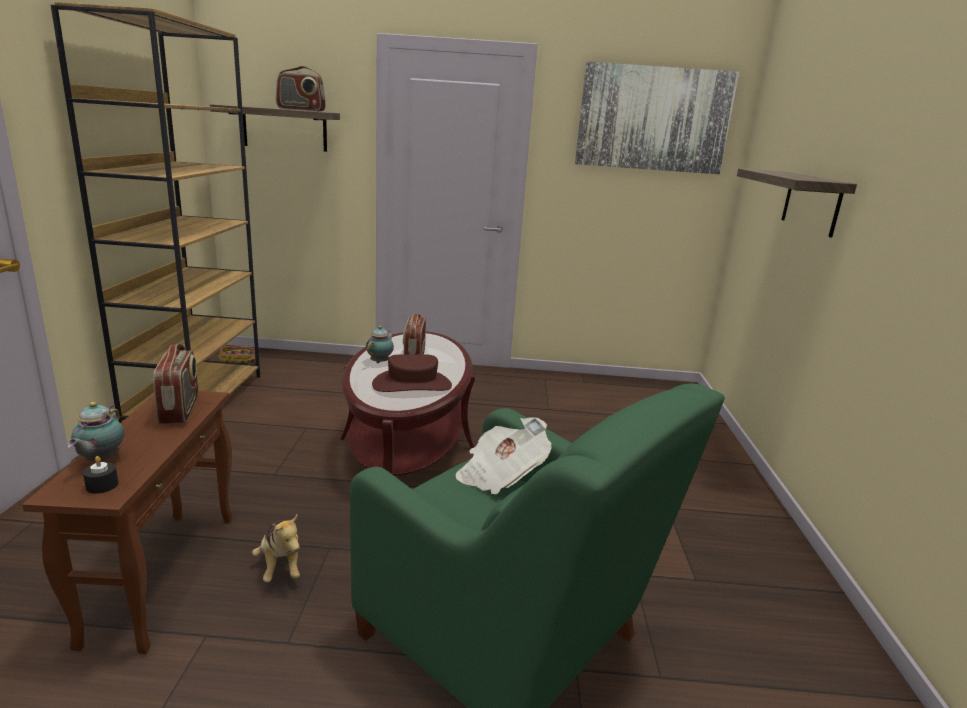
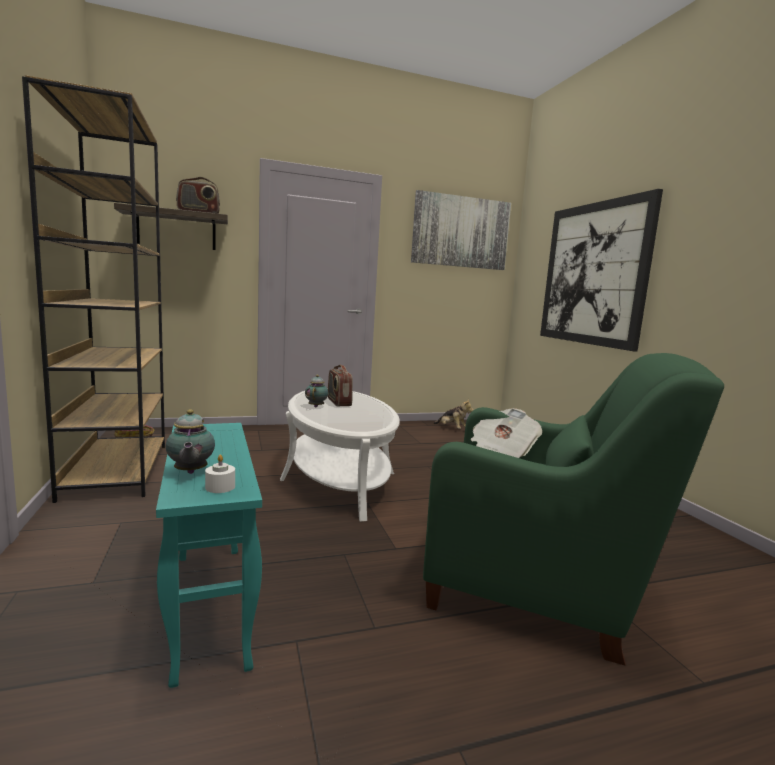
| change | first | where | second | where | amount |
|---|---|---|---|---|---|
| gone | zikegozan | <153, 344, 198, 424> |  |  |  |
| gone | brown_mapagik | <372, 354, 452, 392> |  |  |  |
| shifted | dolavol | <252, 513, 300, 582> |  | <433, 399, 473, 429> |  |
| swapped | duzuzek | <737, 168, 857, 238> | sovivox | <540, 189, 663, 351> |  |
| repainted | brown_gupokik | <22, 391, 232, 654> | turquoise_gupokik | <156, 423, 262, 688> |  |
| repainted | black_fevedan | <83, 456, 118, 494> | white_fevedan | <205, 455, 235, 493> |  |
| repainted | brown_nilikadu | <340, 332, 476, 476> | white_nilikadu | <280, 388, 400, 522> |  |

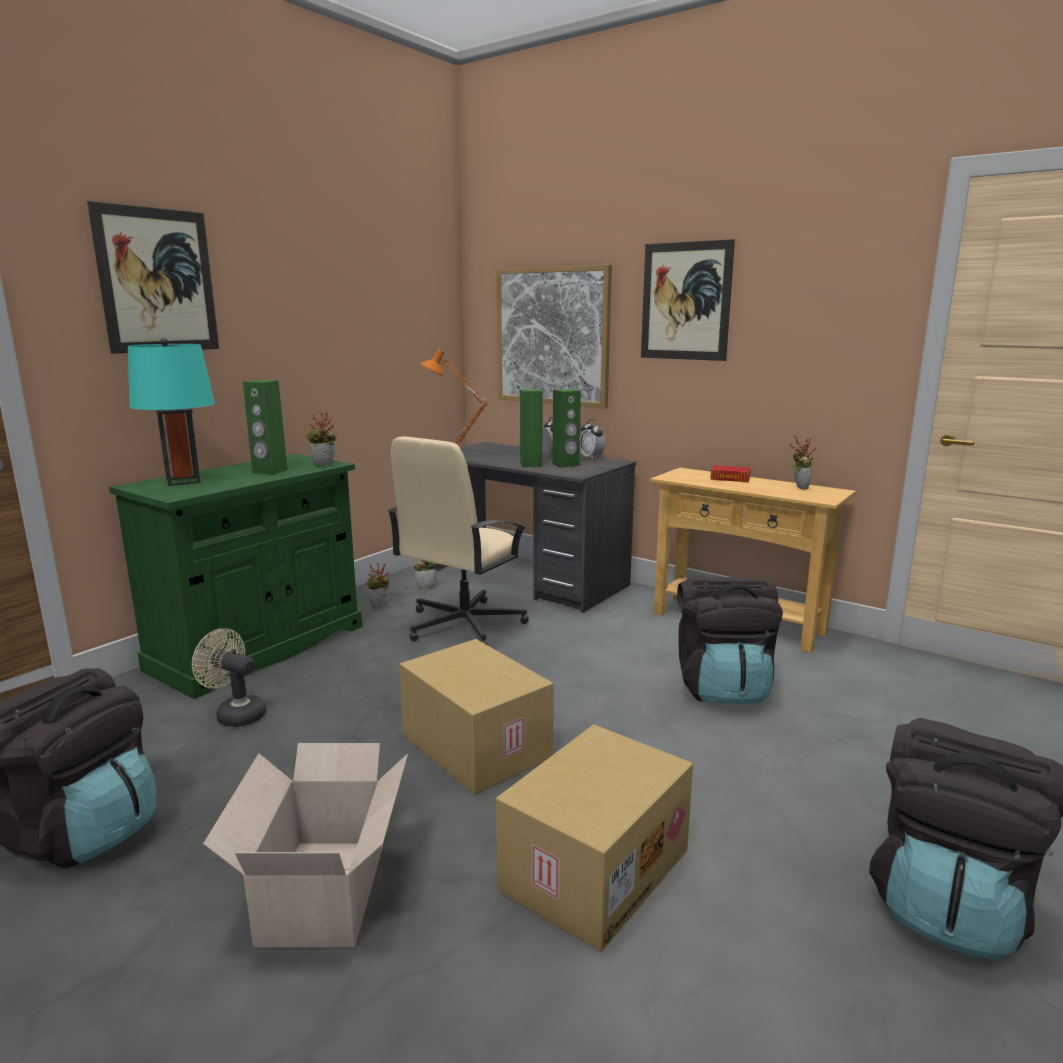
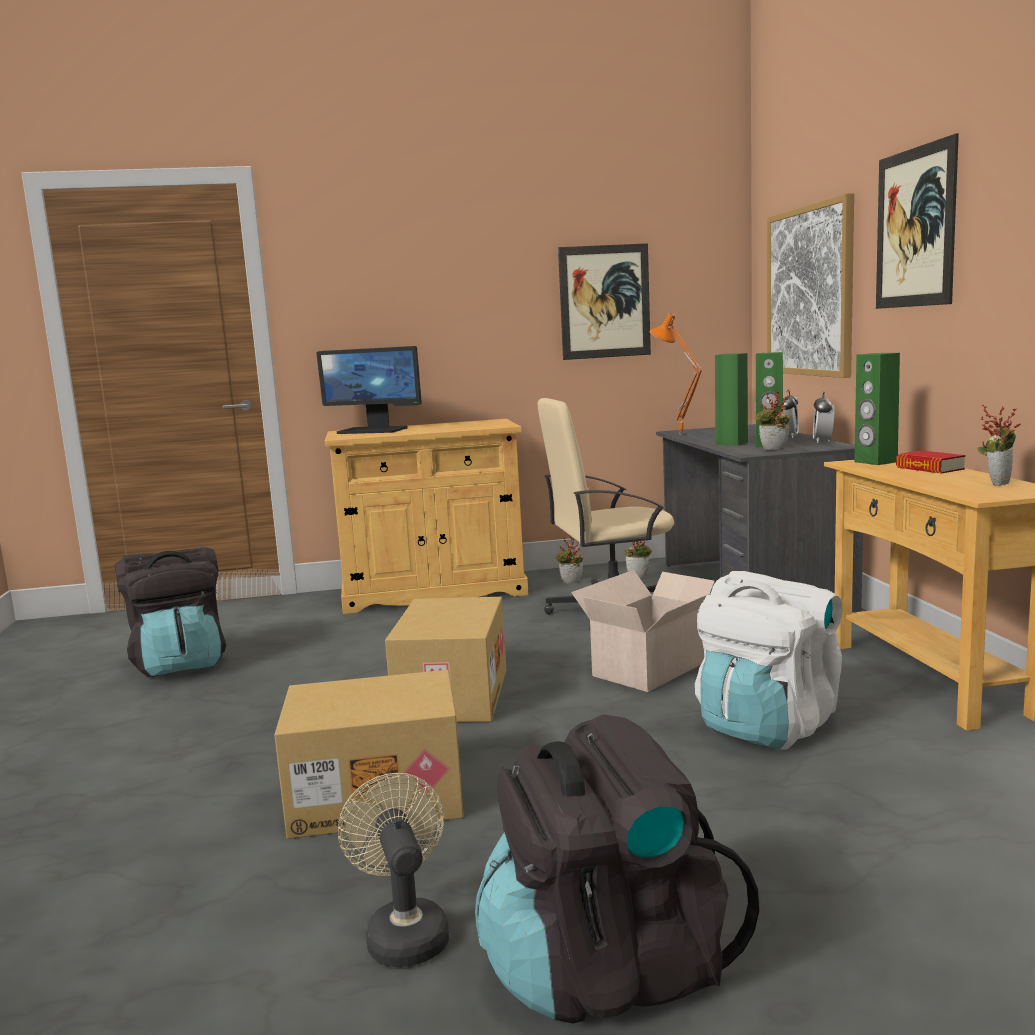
| change | first | where | second | where | amount |
|---|---|---|---|---|---|
| shifted | sovivox | <87, 201, 219, 354> |  | <558, 243, 651, 360> |  |
| shifted | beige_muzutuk | <192, 628, 266, 727> |  | <338, 773, 449, 967> |  |
| shifted | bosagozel | <203, 743, 408, 948> |  | <571, 570, 715, 692> |  |
| shifted | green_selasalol | <243, 380, 288, 475> |  | <854, 353, 900, 465> |  |
| shifted | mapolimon | <306, 412, 336, 466> |  | <755, 391, 790, 450> |  |
| swapped | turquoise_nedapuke | <128, 338, 215, 486> | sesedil | <317, 346, 422, 434> |  |
| repainted | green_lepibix | <109, 454, 362, 699> | beige_lepibix | <325, 419, 528, 614> |  |
| repainted | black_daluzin | <677, 575, 783, 704> | white_daluzin | <695, 571, 842, 750> |  |

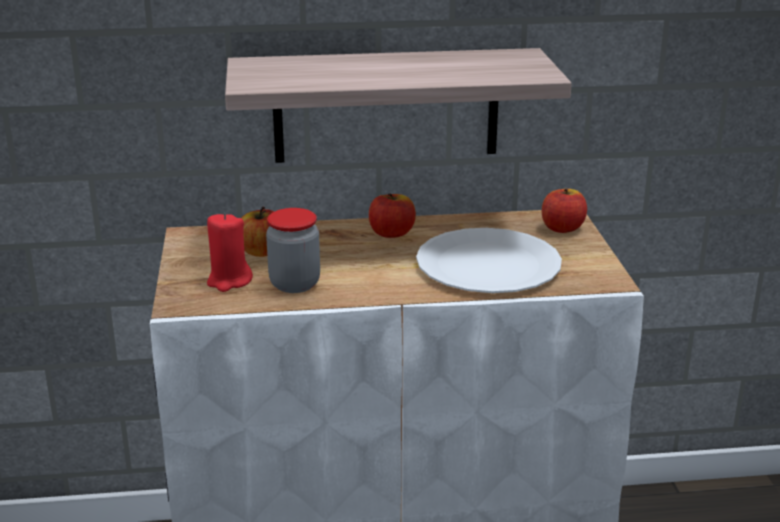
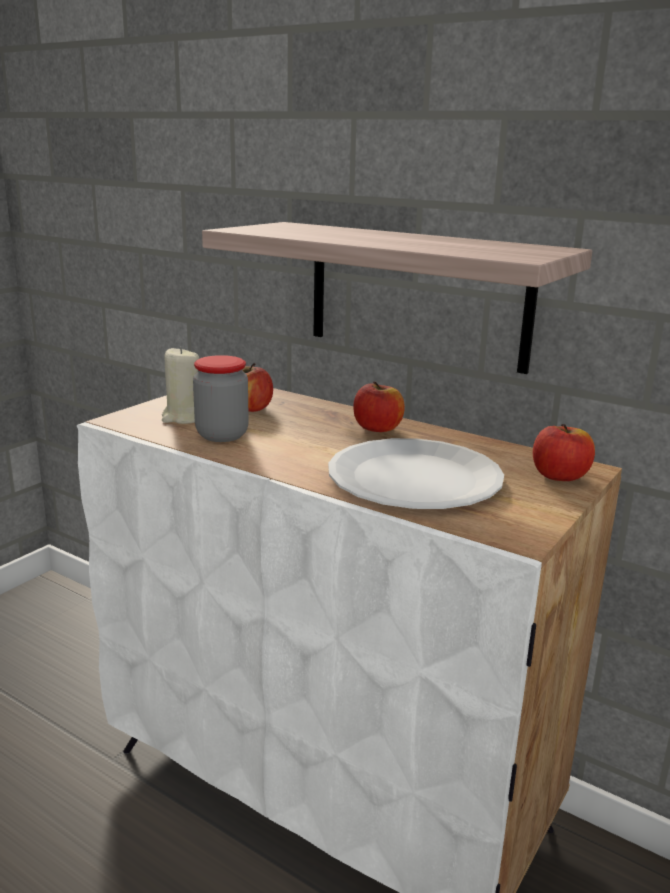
| change | first | where | second | where | amount |
|---|---|---|---|---|---|
| repainted | red_fevedan | <207, 213, 253, 292> | beige_fevedan | <162, 346, 199, 424> |  |

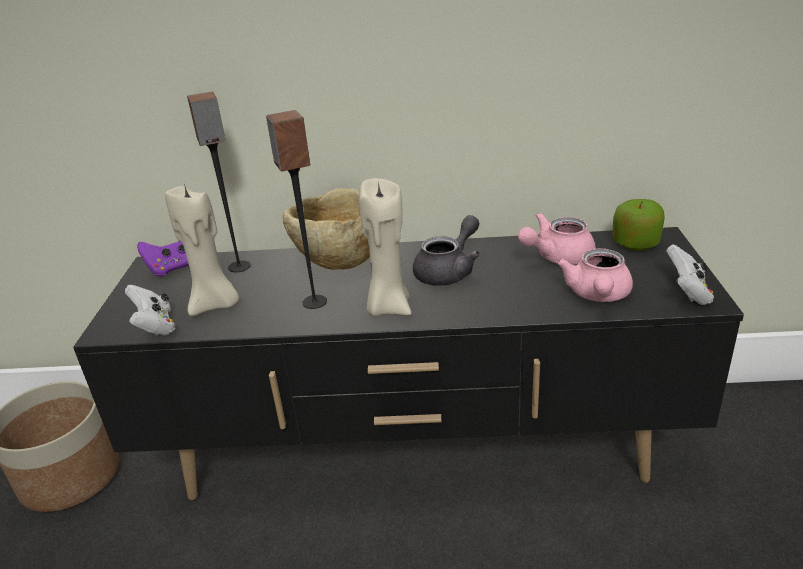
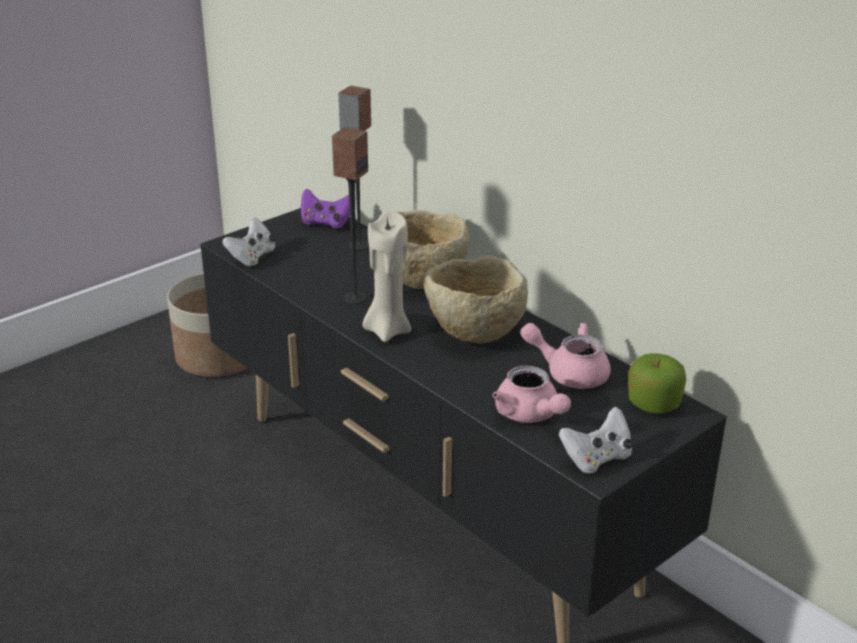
| change | first | where | second | where | amount |
|---|---|---|---|---|---|
| gone | beige_fevedan | <165, 184, 239, 316> |  |  |  |
| swapped | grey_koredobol | <413, 215, 480, 286> | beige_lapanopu | <423, 255, 528, 343> |  |
| rotated | pink_koredobol | <556, 248, 633, 302> |  | <492, 366, 571, 423> | 90 degrees counterclockwise |

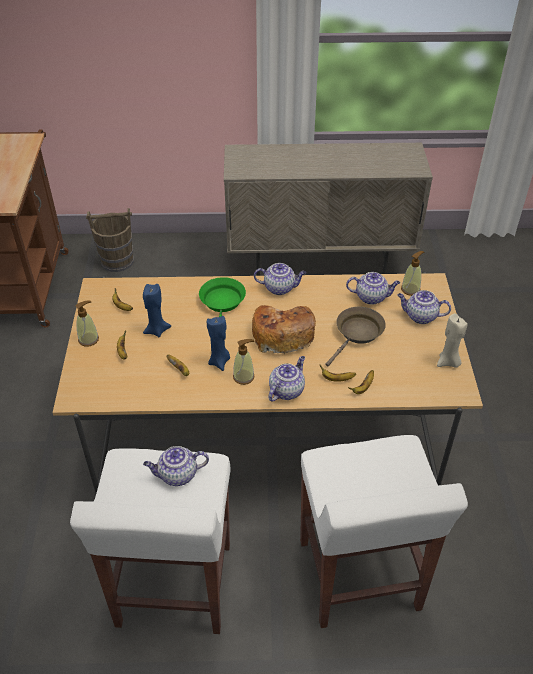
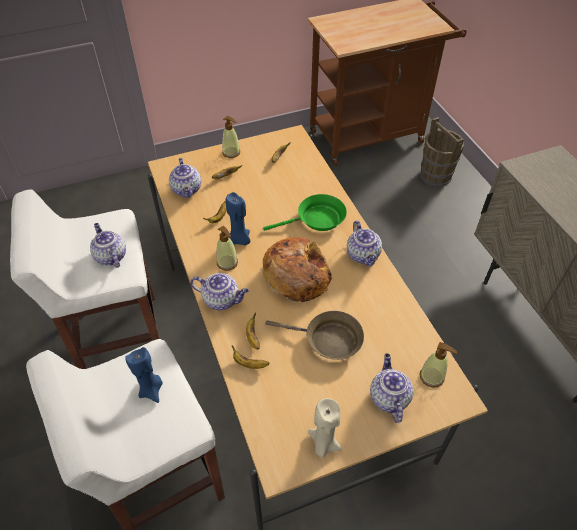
| change | first | where | second | where | amount |
|---|---|---|---|---|---|
| shifted | blue_fevedan | <143, 284, 171, 337> |  | <125, 347, 163, 403> |  |
| shifted | koredobol | <346, 272, 400, 305> |  | <169, 158, 201, 198> |  |

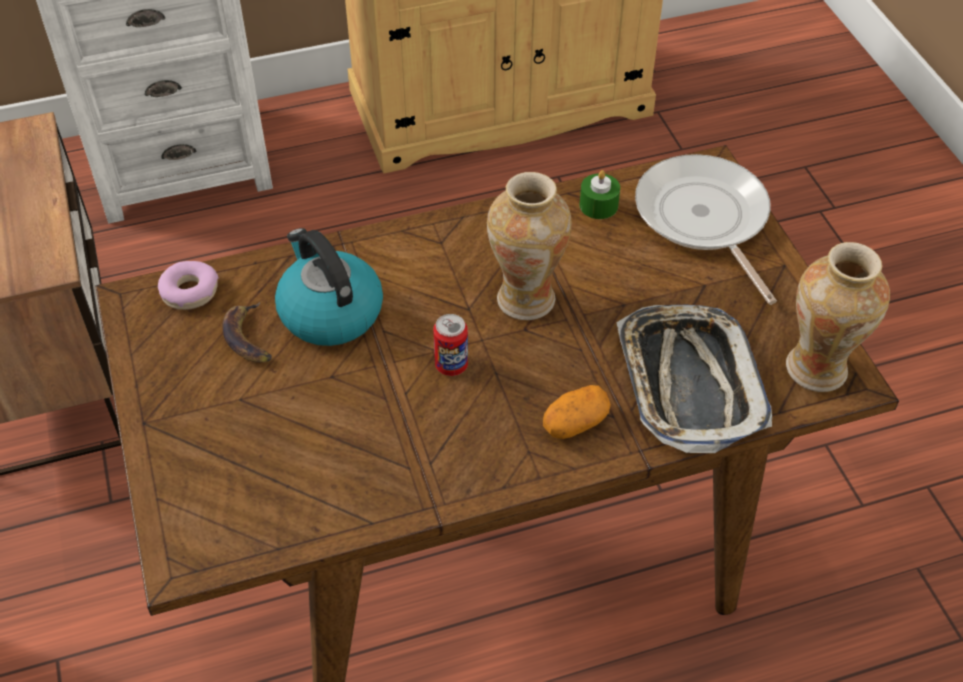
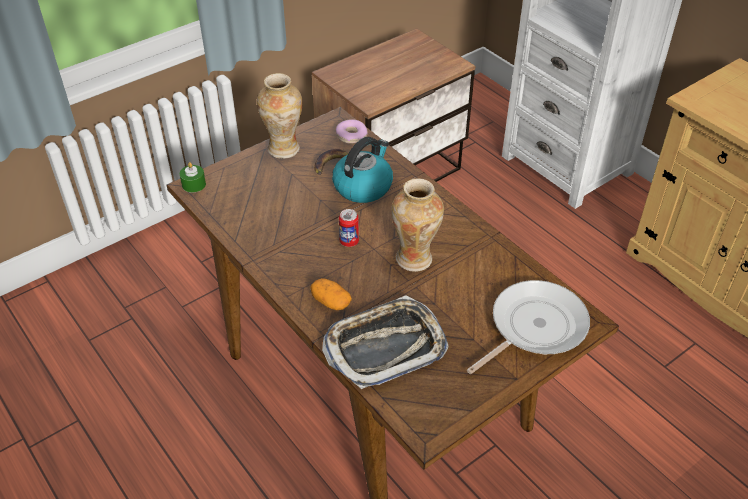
| change | first | where | second | where | amount |
|---|---|---|---|---|---|
| shifted | green_fevedan | <580, 170, 620, 219> |  | <180, 162, 206, 193> |  |
| shifted | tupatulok | <786, 242, 890, 392> |  | <257, 73, 303, 159> |  |

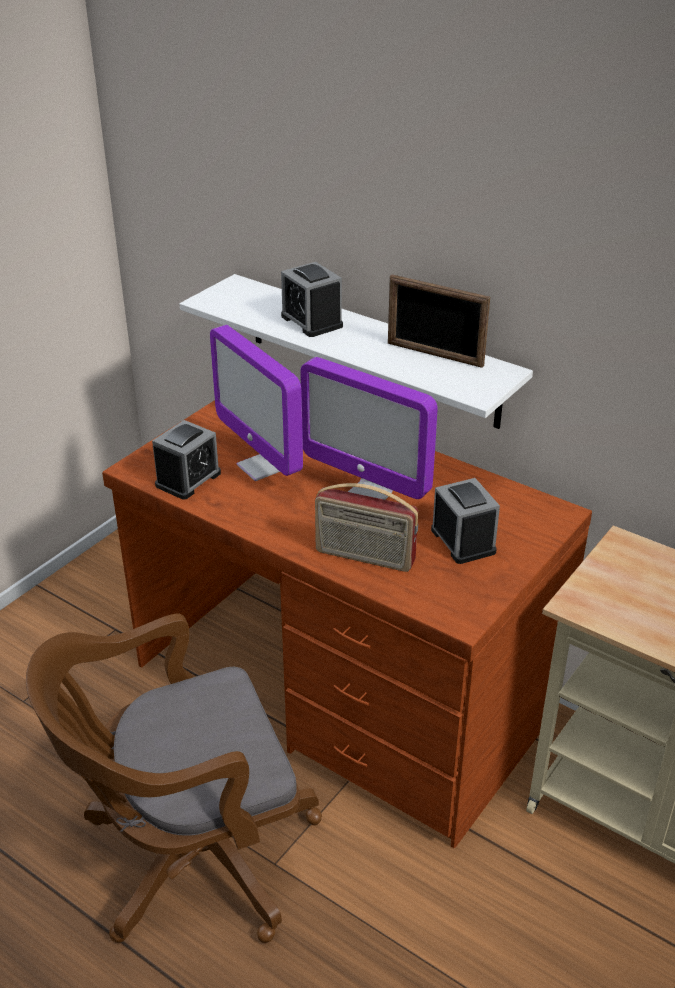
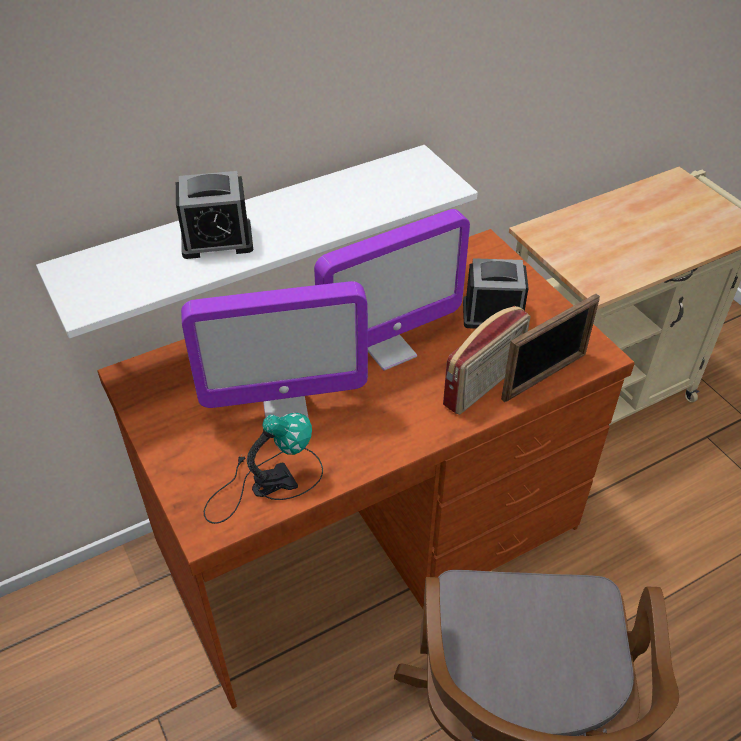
| change | first | where | second | where | amount |
|---|---|---|---|---|---|
| shifted | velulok | <388, 275, 490, 368> |  | <501, 294, 600, 402> |  |
| swapped | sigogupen | <152, 420, 221, 500> | nedapuke | <204, 413, 323, 524> |  |

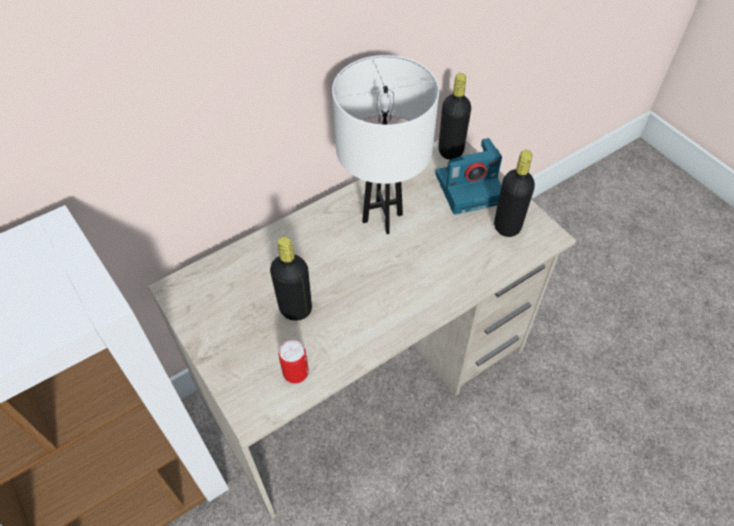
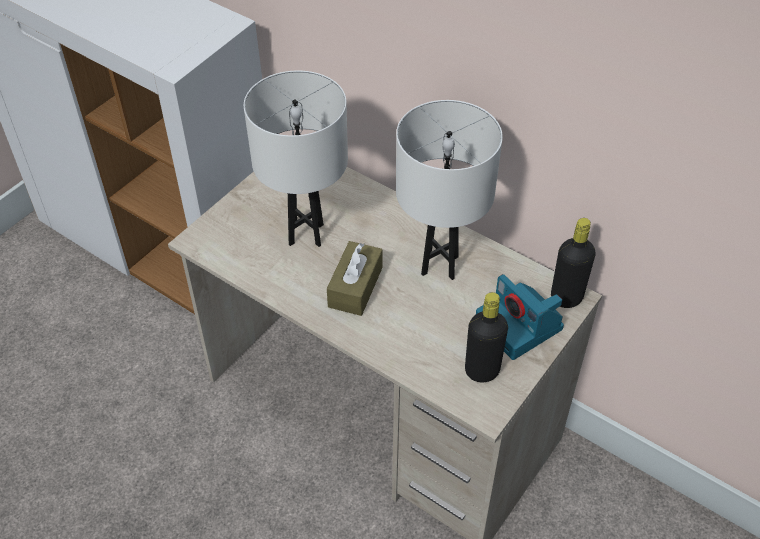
| change | first | where | second | where | amount |
|---|---|---|---|---|---|
| gone | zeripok | <279, 340, 309, 383> |  |  |  |
| new |  |  | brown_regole | <327, 241, 382, 316> |  |
| swapped | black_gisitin | <270, 237, 312, 321> | white_nedapuke | <244, 71, 348, 247> |  |

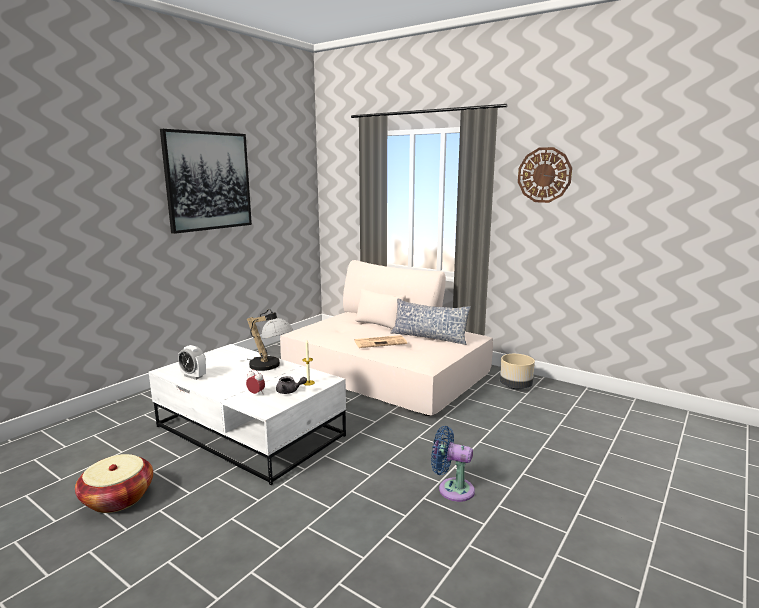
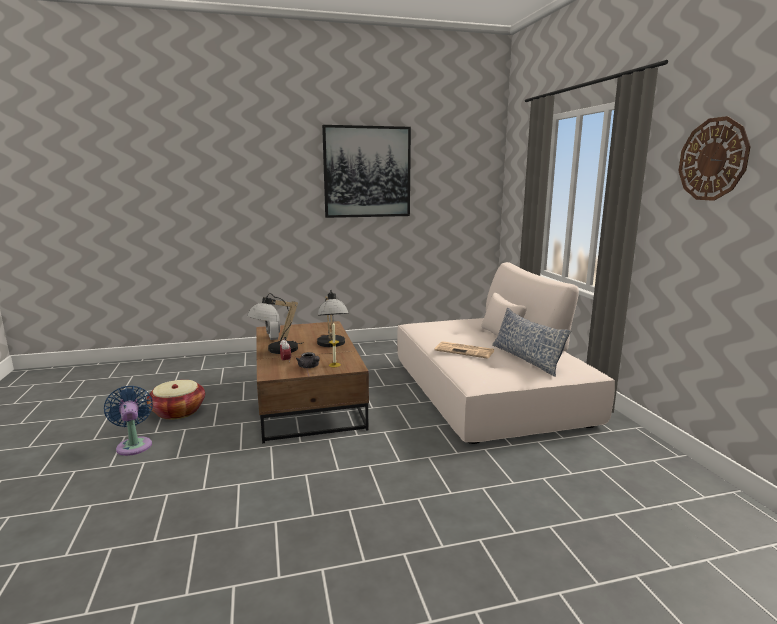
| change | first | where | second | where | amount |
|---|---|---|---|---|---|
| gone | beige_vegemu | <500, 354, 535, 389> |  |  |  |
| new |  |  | nedapuke | <247, 293, 304, 354> |  |
| shifted | blue_muzutuk | <431, 426, 475, 502> |  | <104, 386, 153, 456> |  |
| repainted | white_nilikadu | <149, 344, 346, 485> | brown_nilikadu | <256, 321, 369, 443> |  |

